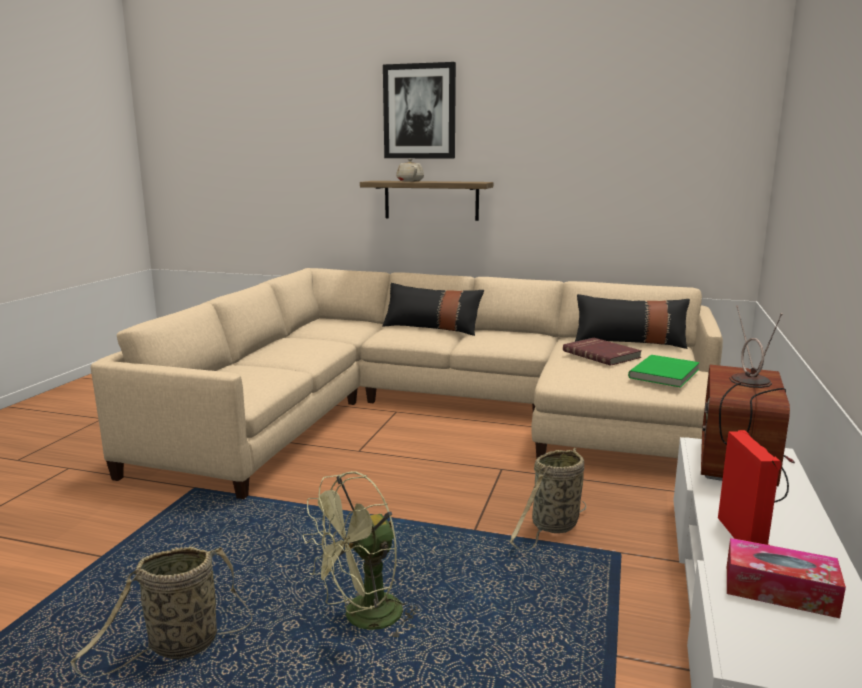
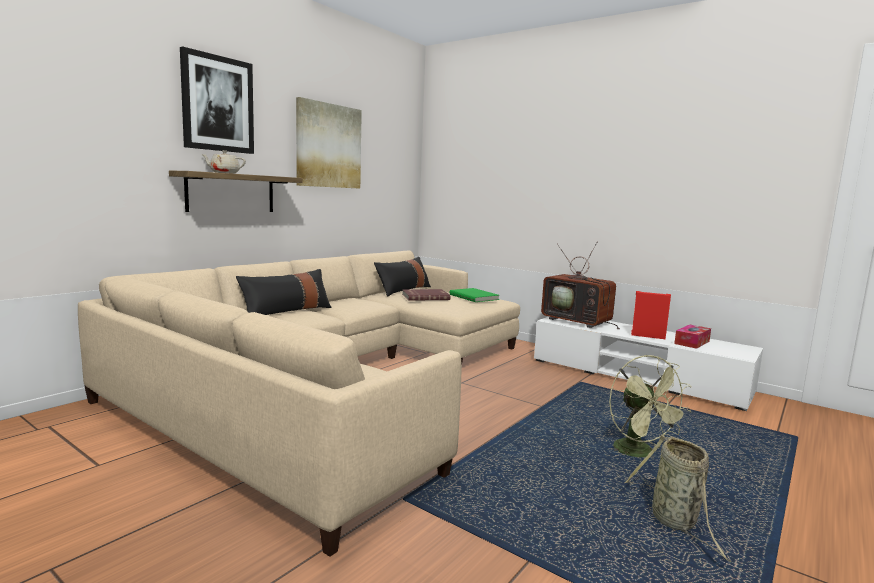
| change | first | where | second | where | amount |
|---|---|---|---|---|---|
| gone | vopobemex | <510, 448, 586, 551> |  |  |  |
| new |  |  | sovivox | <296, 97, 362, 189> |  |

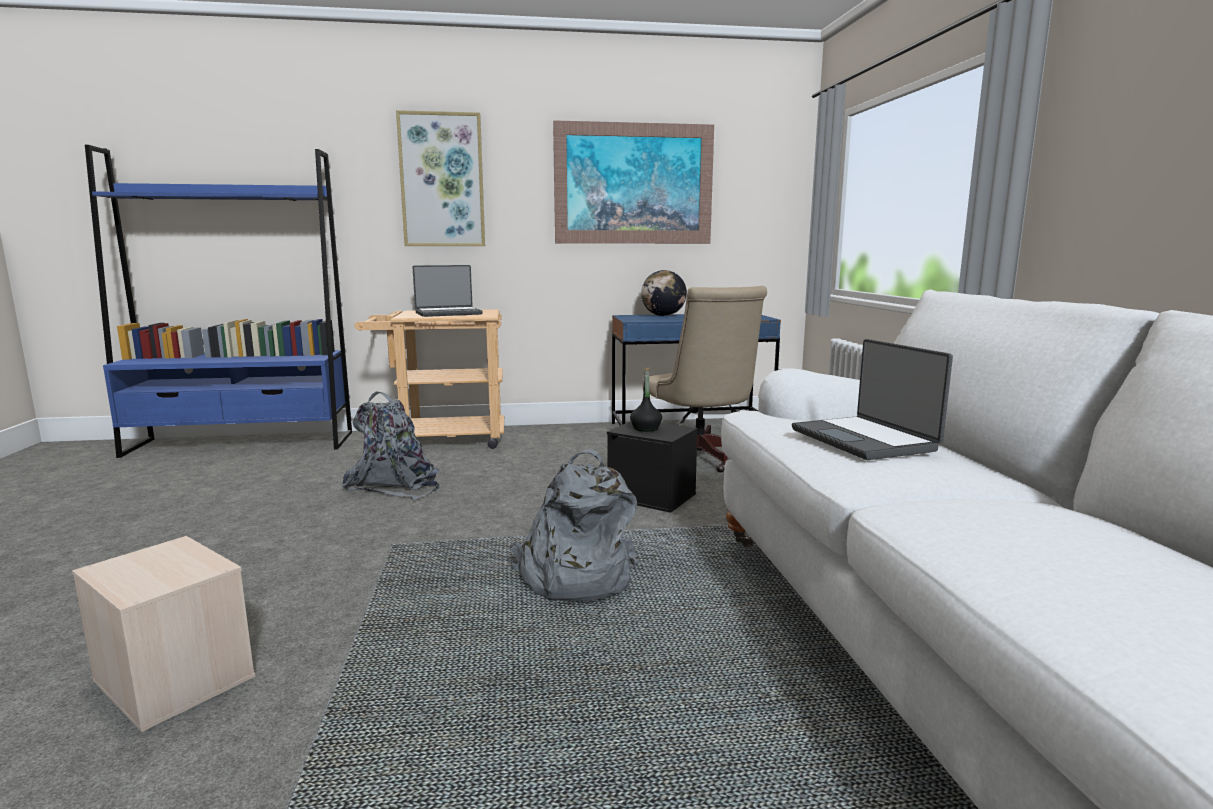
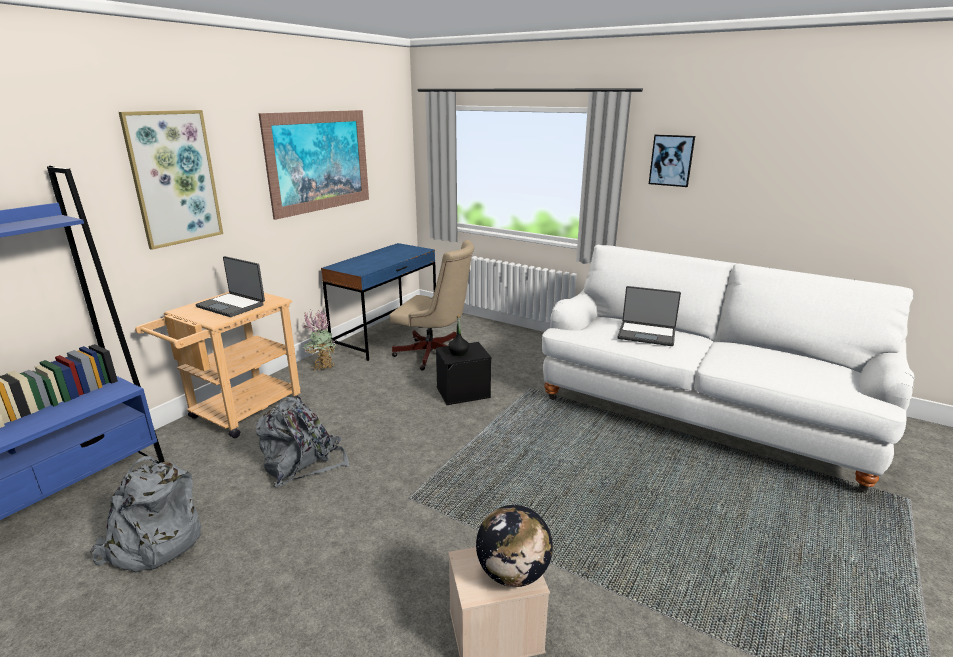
| change | first | where | second | where | amount |
|---|---|---|---|---|---|
| new |  |  | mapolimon | <303, 309, 336, 371> |  |
| new |  |  | sovivox | <649, 134, 695, 187> |  |
| shifted | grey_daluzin | <509, 449, 639, 601> |  | <90, 456, 201, 573> |  |
| shifted | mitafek | <641, 270, 687, 316> |  | <476, 505, 553, 587> |  |
| rotated | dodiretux | <413, 265, 482, 317> |  | <195, 256, 265, 317> | 105 degrees clockwise |

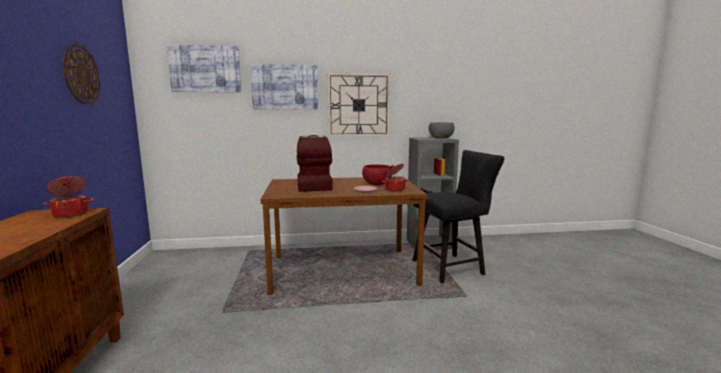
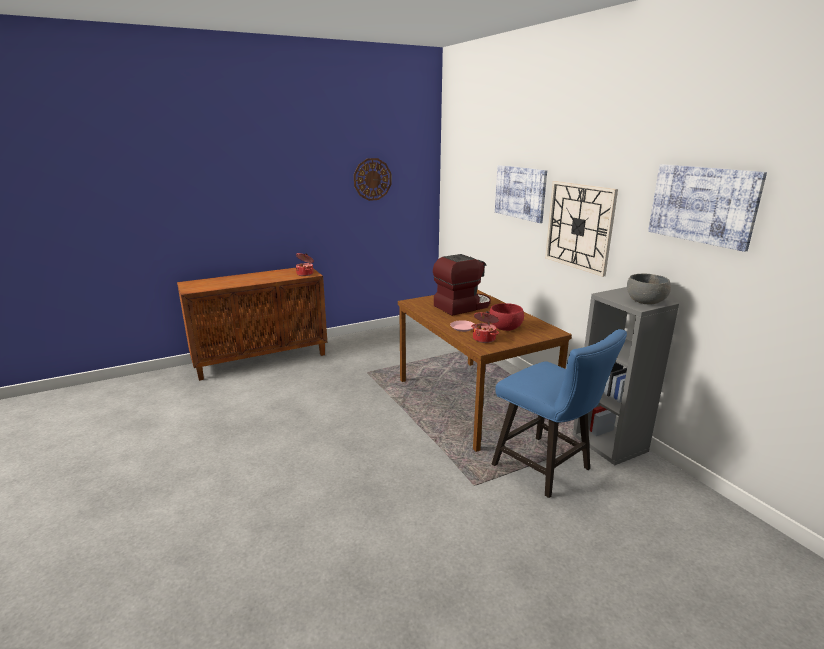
| change | first | where | second | where | amount |
|---|---|---|---|---|---|
| shifted | sovivox | <167, 44, 241, 92> |  | <648, 164, 767, 252> |  |
| repainted | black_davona | <412, 150, 504, 283> | blue_davona | <492, 329, 627, 498> |  |

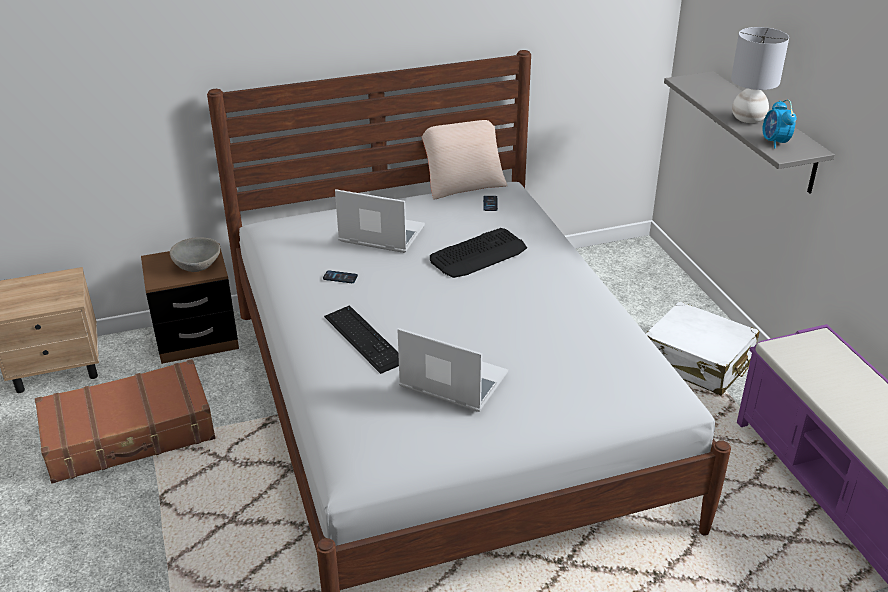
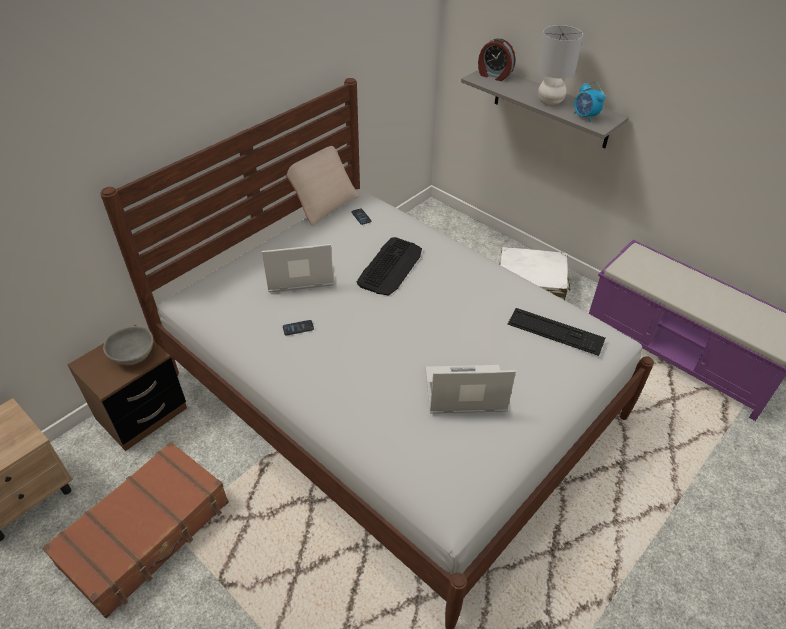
| change | first | where | second | where | amount |
|---|---|---|---|---|---|
| new |  |  | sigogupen | <478, 39, 515, 81> |  |
| shifted | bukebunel | <324, 305, 399, 374> |  | <508, 308, 605, 356> |  |

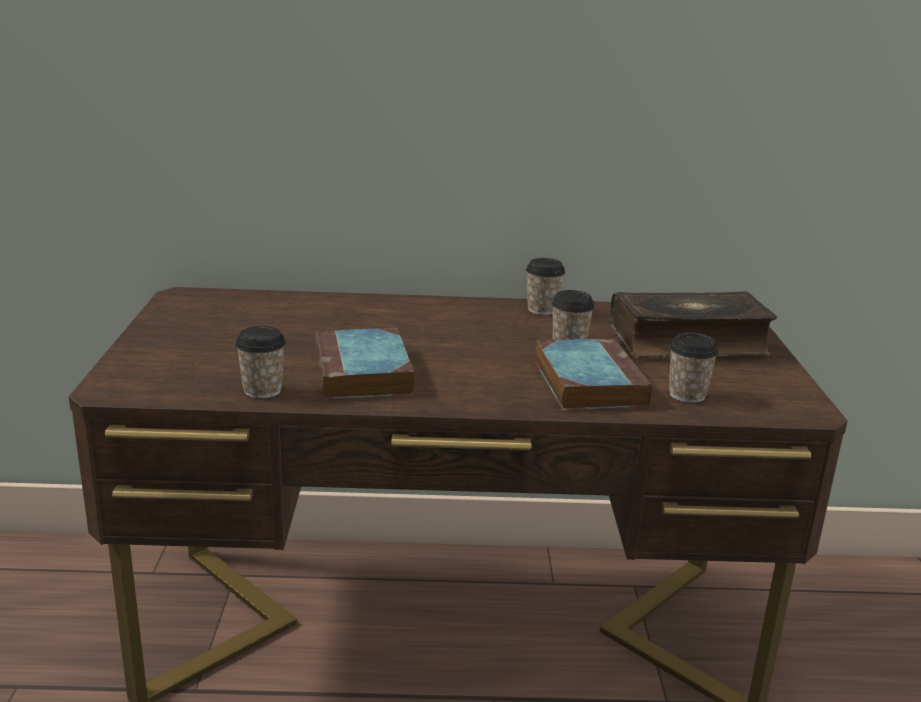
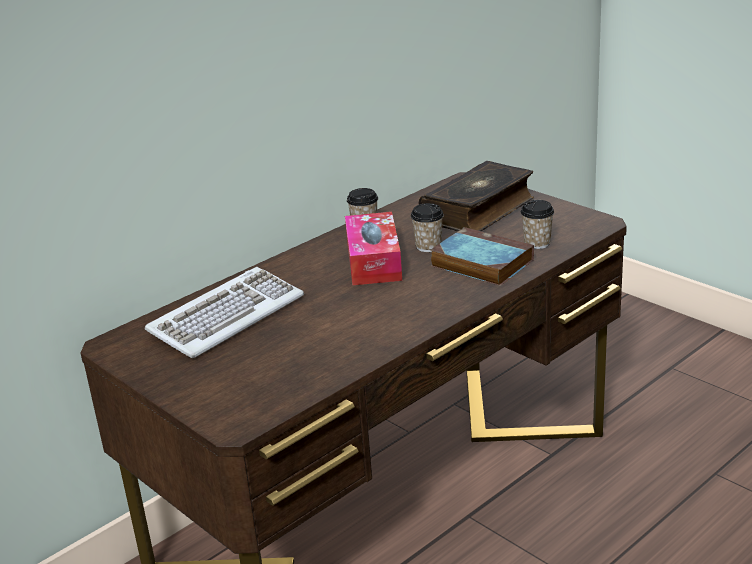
| change | first | where | second | where | amount |
|---|---|---|---|---|---|
| gone | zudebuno | <235, 326, 286, 399> |  |  |  |
| gone | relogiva | <316, 328, 415, 399> |  |  |  |
| new |  |  | bukebunel | <145, 267, 304, 358> |  |
| new |  |  | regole | <345, 212, 402, 285> |  |

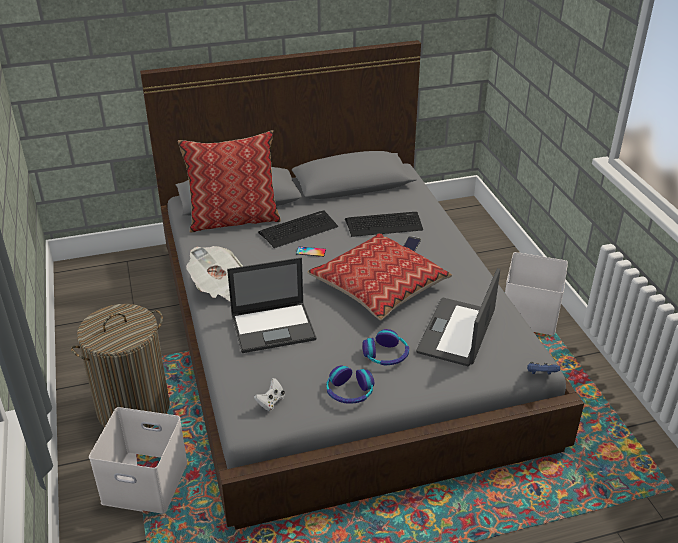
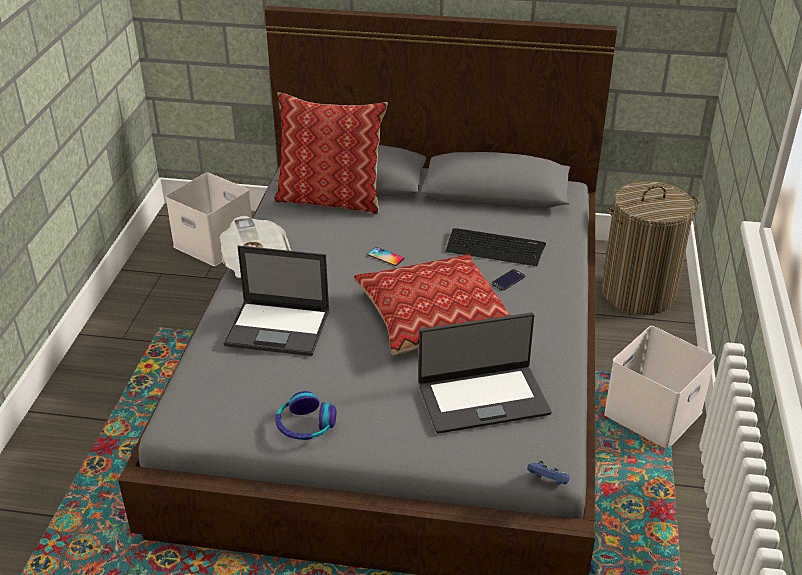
| change | first | where | second | where | amount |
|---|---|---|---|---|---|
| gone | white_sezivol | <254, 378, 285, 411> |  |  |  |
| gone | bukebunel | <258, 211, 338, 248> |  |  |  |
| gone | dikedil | <362, 329, 409, 366> |  |  |  |
| shifted | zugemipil | <71, 304, 170, 428> |  | <602, 181, 700, 315> |  |
| shifted | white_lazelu | <89, 407, 187, 514> |  | <165, 172, 252, 266> |  |
| rotated | dodiretux | <416, 268, 500, 366> |  | <418, 313, 552, 434> | 150 degrees counterclockwise |

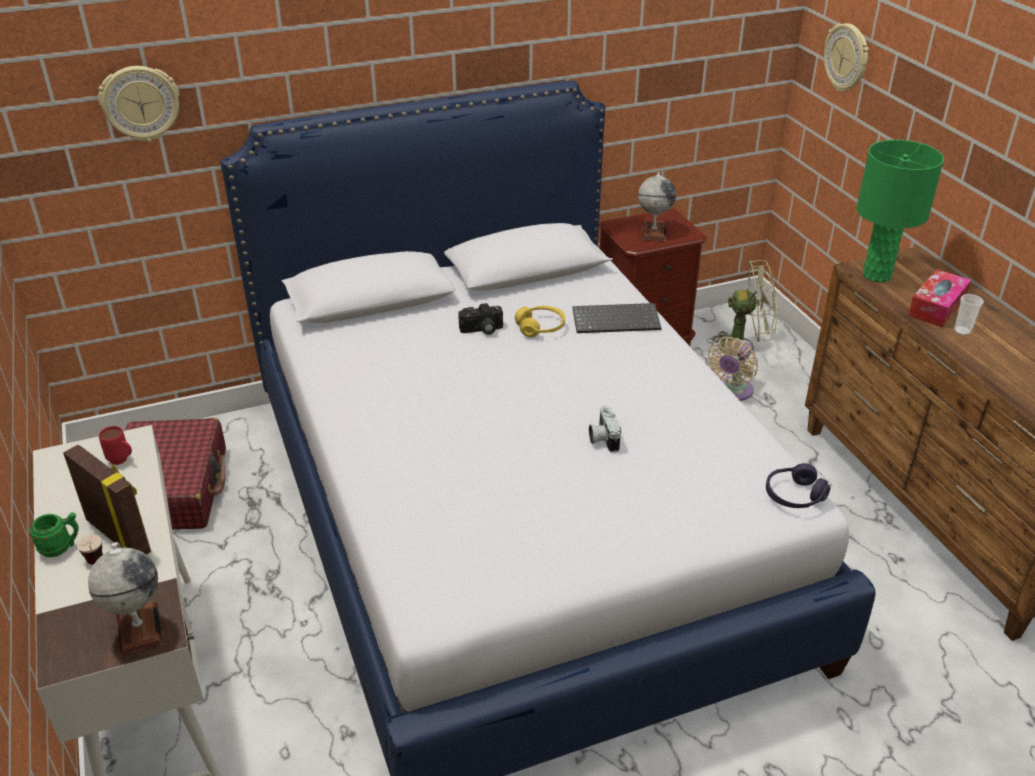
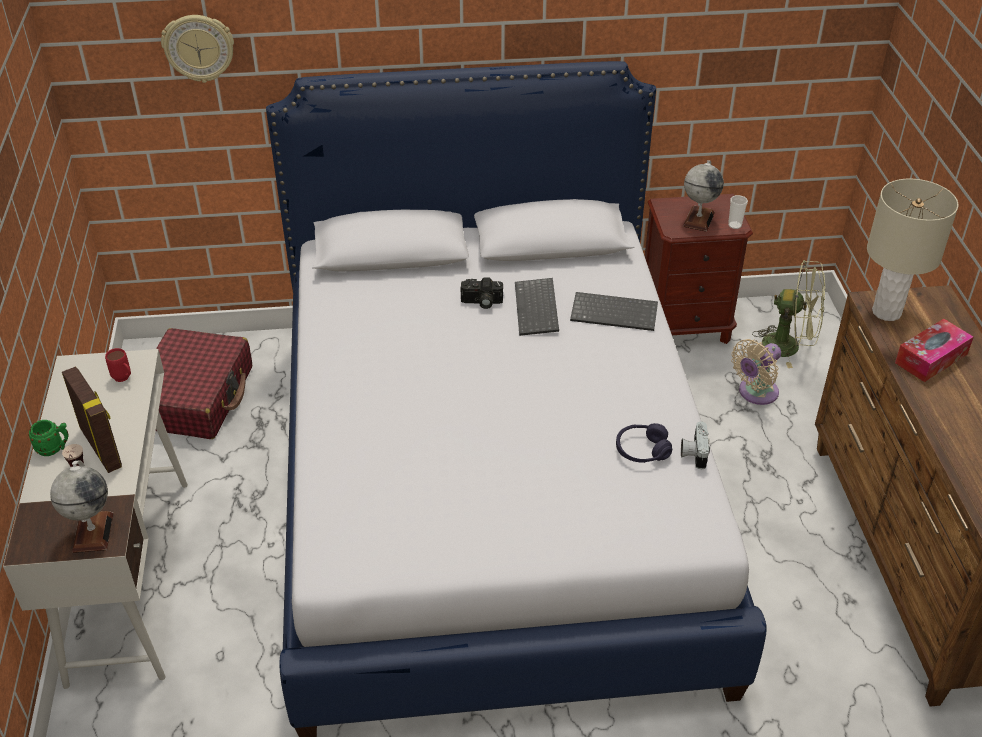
| change | first | where | second | where | amount |
|---|---|---|---|---|---|
| gone | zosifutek | <824, 23, 869, 92> |  |  |  |
| shifted | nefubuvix | <589, 405, 621, 452> |  | <681, 422, 710, 469> |  |
| shifted | purple_dikedil | <766, 463, 830, 508> |  | <616, 423, 672, 463> |  |
| shifted | zudebuno | <954, 294, 984, 336> |  | <728, 195, 748, 229> |  |
| swapped | yellow_dikedil | <515, 306, 565, 337> | bukebunel | <515, 278, 559, 336> |  |
| repainted | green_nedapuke | <856, 140, 944, 283> | beige_nedapuke | <867, 179, 958, 321> |  |

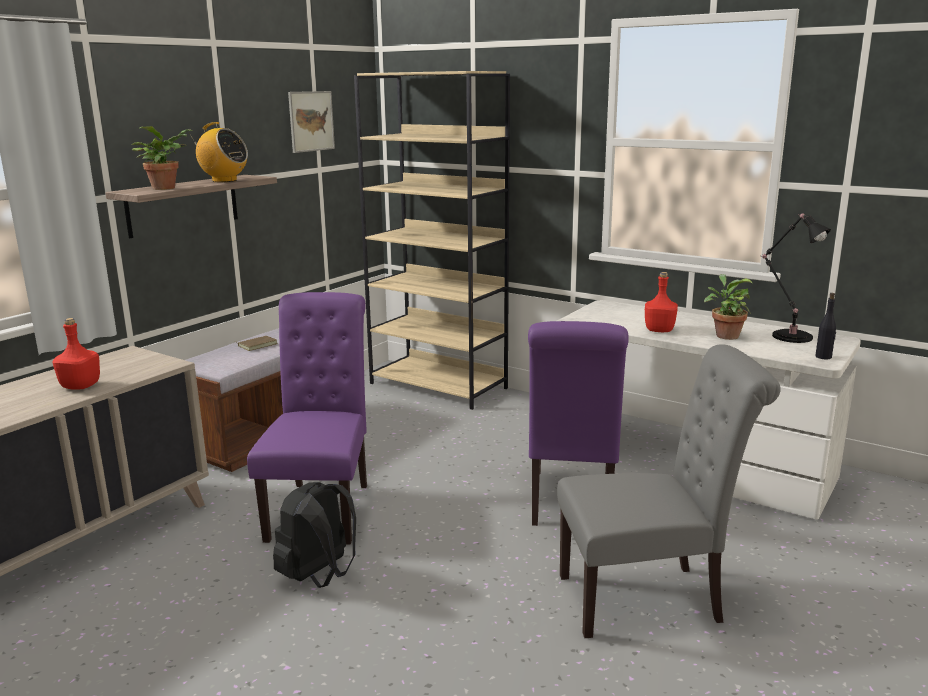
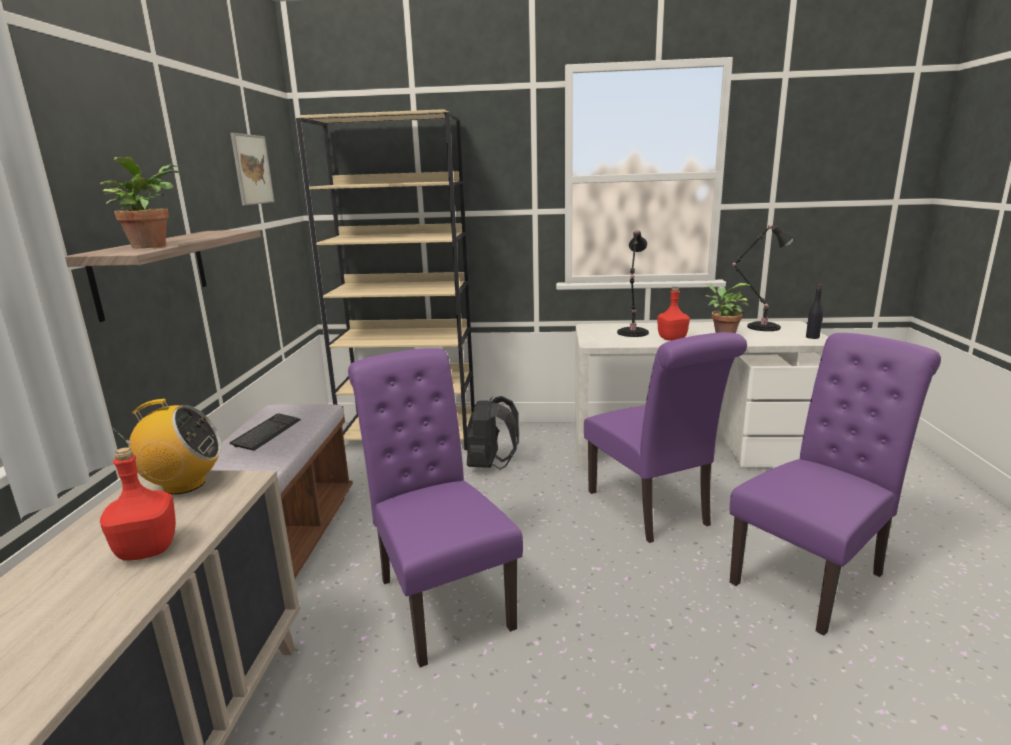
| change | first | where | second | where | amount |
|---|---|---|---|---|---|
| new |  |  | black_nedapuke | <617, 230, 649, 337> |  |
| shifted | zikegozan | <189, 122, 248, 182> |  | <112, 399, 222, 495> |  |
| shifted | black_daluzin | <273, 482, 356, 588> |  | <467, 396, 519, 469> |  |
| swapped | brown_relogiva | <236, 336, 277, 351> | bukebunel | <230, 413, 301, 451> |  |
| repainted | grey_davona | <557, 344, 781, 638> | purple_davona | <730, 333, 941, 636> |  |

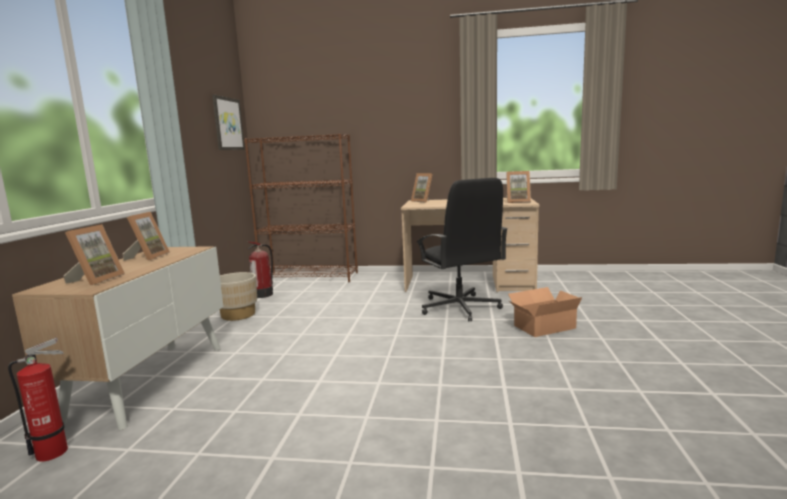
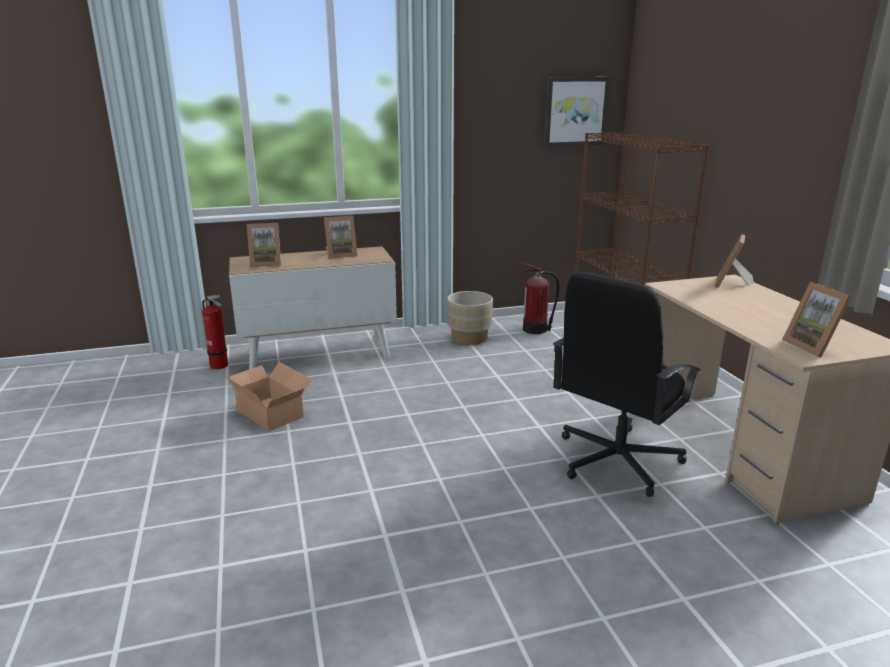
| change | first | where | second | where | amount |
|---|---|---|---|---|---|
| shifted | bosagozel | <508, 287, 582, 337> |  | <225, 362, 312, 431> |  |

